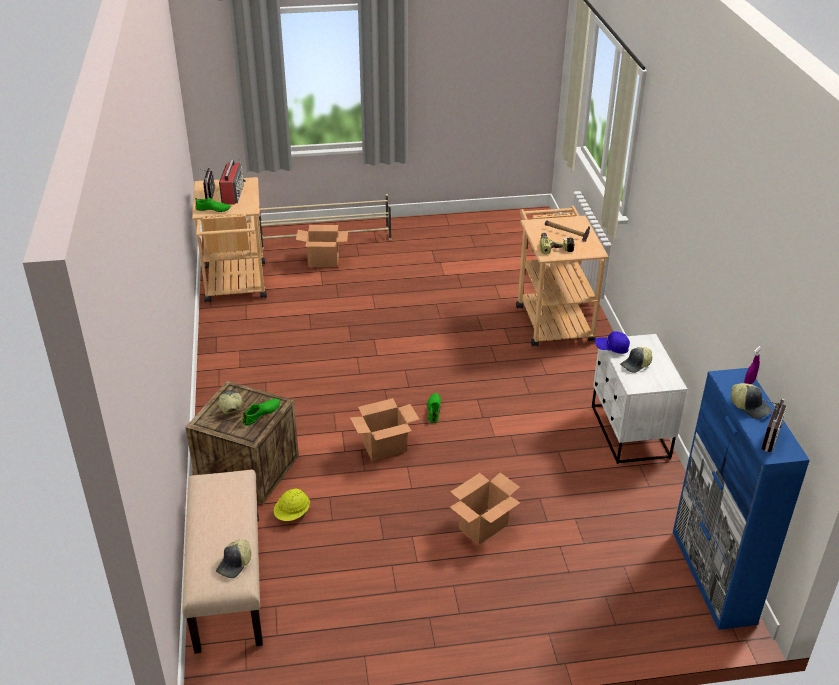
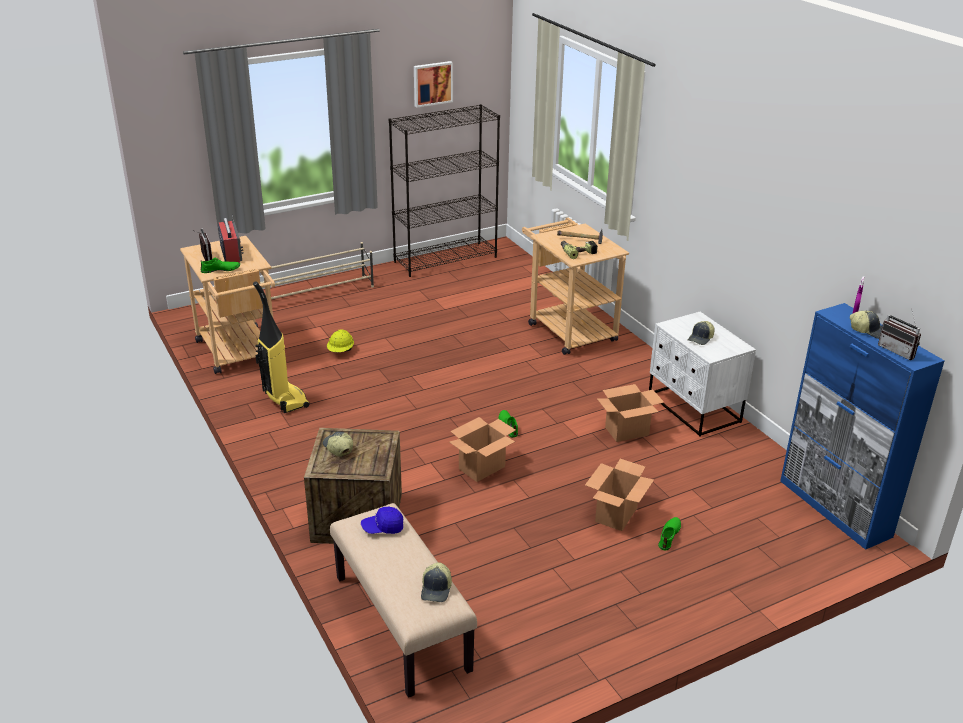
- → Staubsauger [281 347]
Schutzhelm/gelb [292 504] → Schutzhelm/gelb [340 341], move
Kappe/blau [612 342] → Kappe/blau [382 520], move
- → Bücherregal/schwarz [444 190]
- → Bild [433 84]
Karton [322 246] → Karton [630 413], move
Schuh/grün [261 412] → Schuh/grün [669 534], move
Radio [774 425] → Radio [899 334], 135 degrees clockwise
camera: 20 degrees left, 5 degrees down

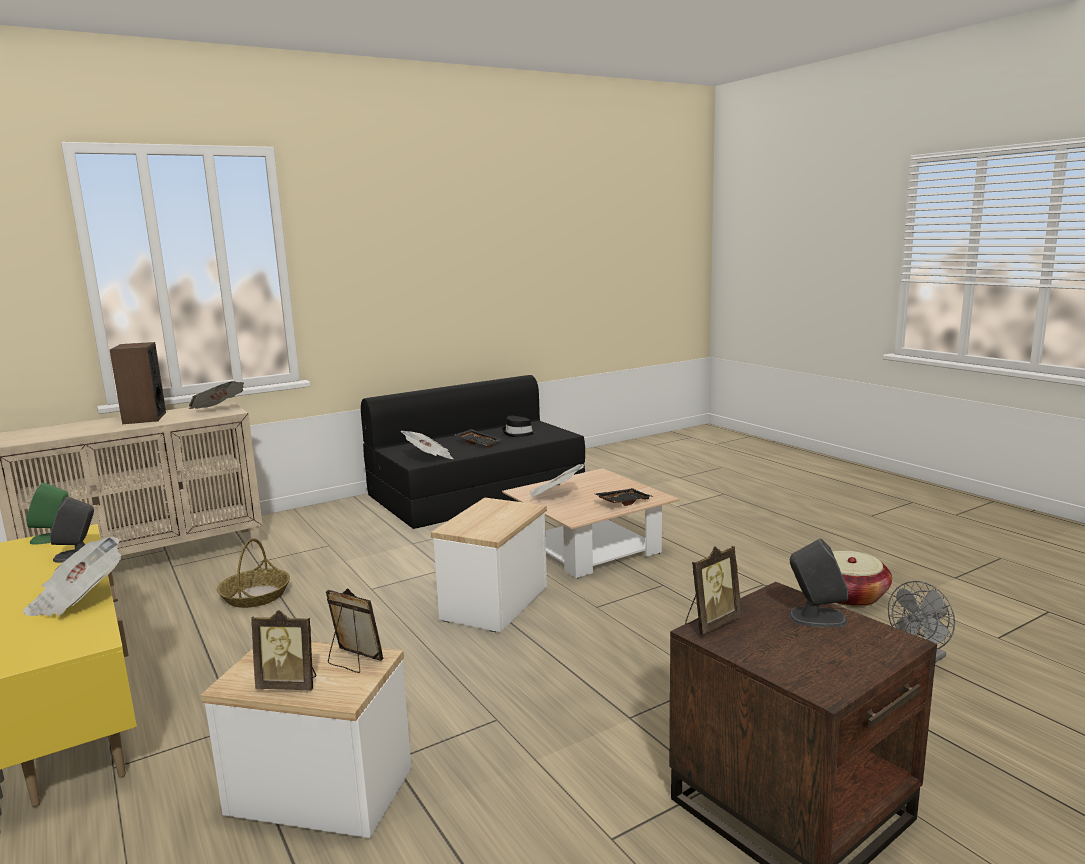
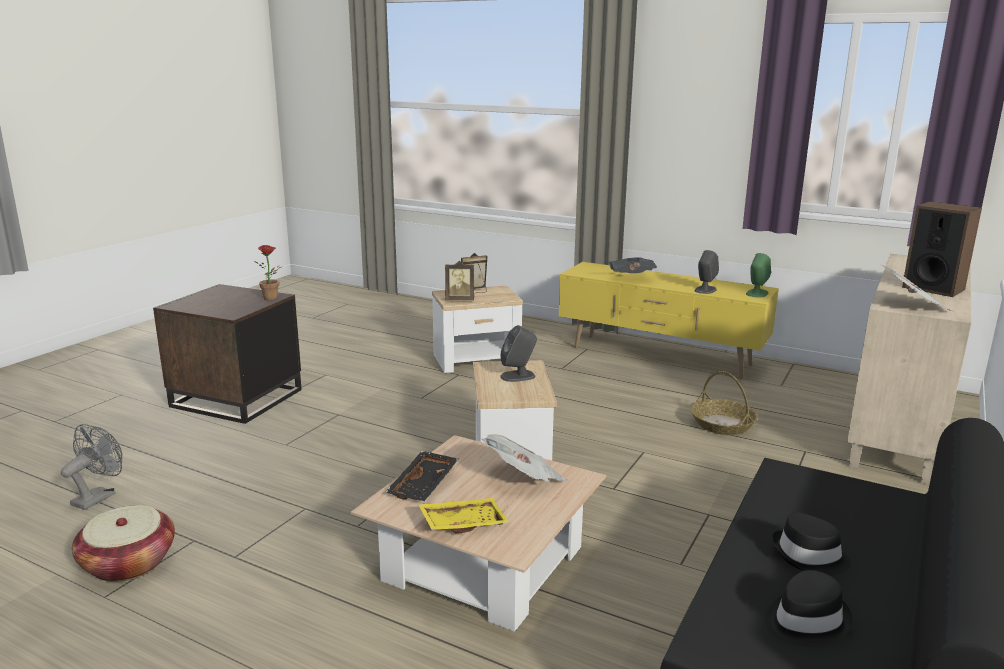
Bilderrahmen [713 590] → Topfpflanze [267 272]
- → Tablett/gelb [463 515]
Lautsprecher/grau [818 583] → Lautsprecher/grau [518 353], move
Tablett/schwarz [479 438] → Hut/schwarz [812 543]
Zeitung [427 445] → -
camera: 150 degrees right, 5 degrees up

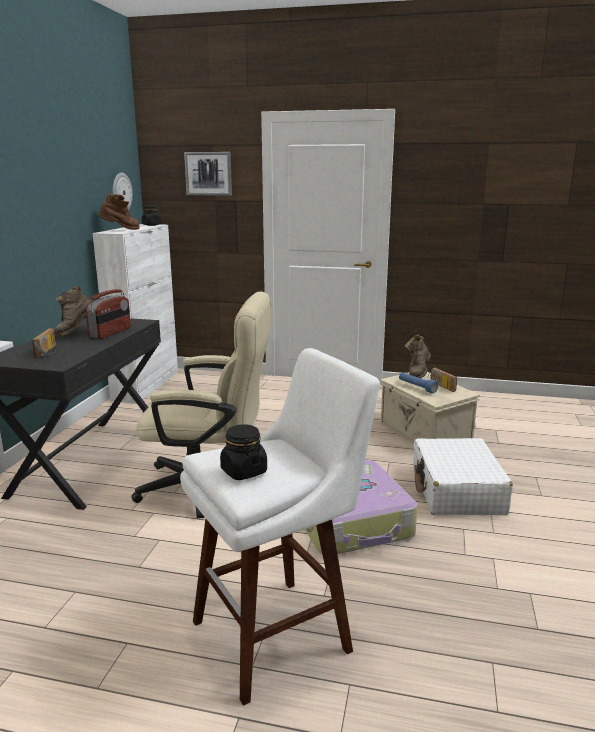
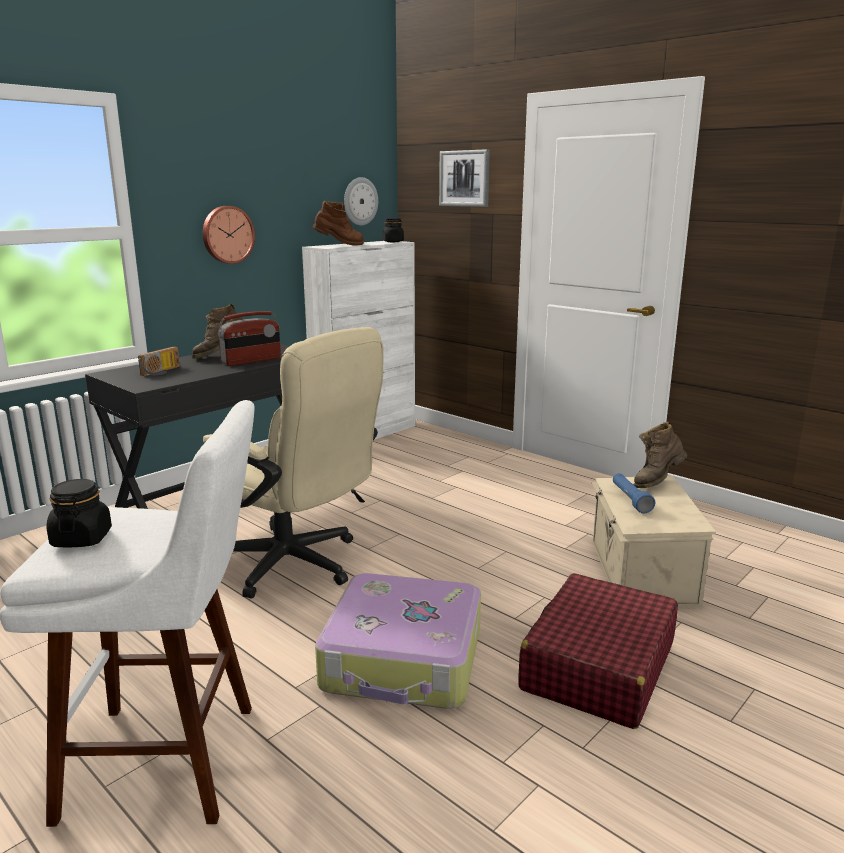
- → Wanduhr [229 235]
Koffer/weiß [463 476] → Koffer/rot [598 651]
Radio [442 380] → -
camera: 30 degrees right, 0 degrees up

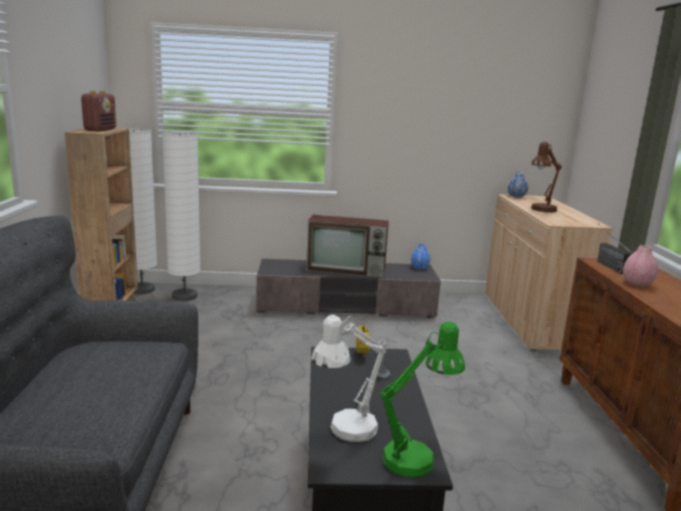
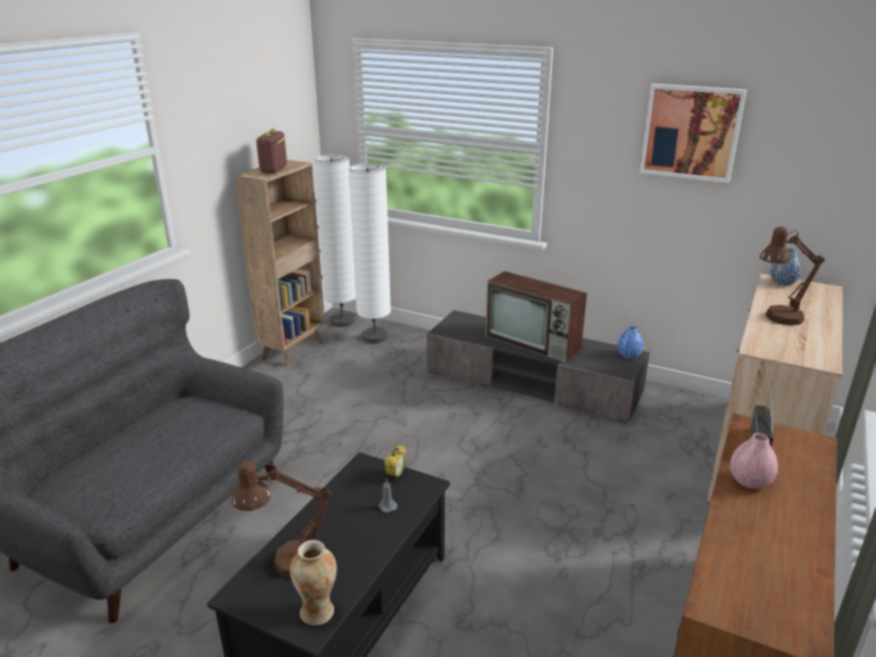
Tischlampe/weiß [349 378] → Tischlampe/braun [282 519]
Radio [98 111] → Radio [271 151], 150 degrees clockwise
Tischlampe/grün [422 400] → Vase [313 583]
- → Bild [693 133]
camera: 30 degrees right, 10 degrees up

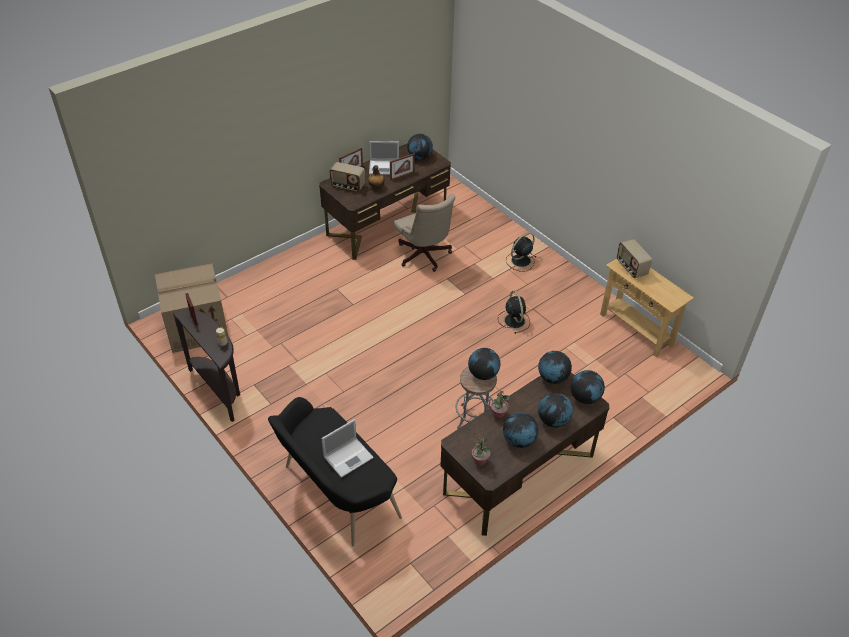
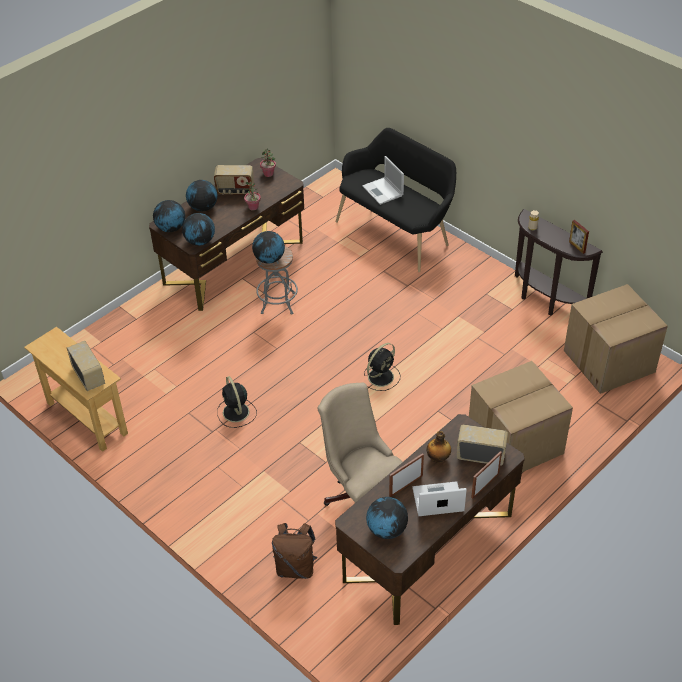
Globus [520 430] → Radio [234 180]
- → Rucksack/braun [295 551]
Laptop [347 448] → Laptop [383 180], 75 degrees counterclockwise
Ventilator/schwarz [521 252] → Ventilator/schwarz [382 367], move
- → Karton [521 416]
camera: 175 degrees right, 0 degrees up

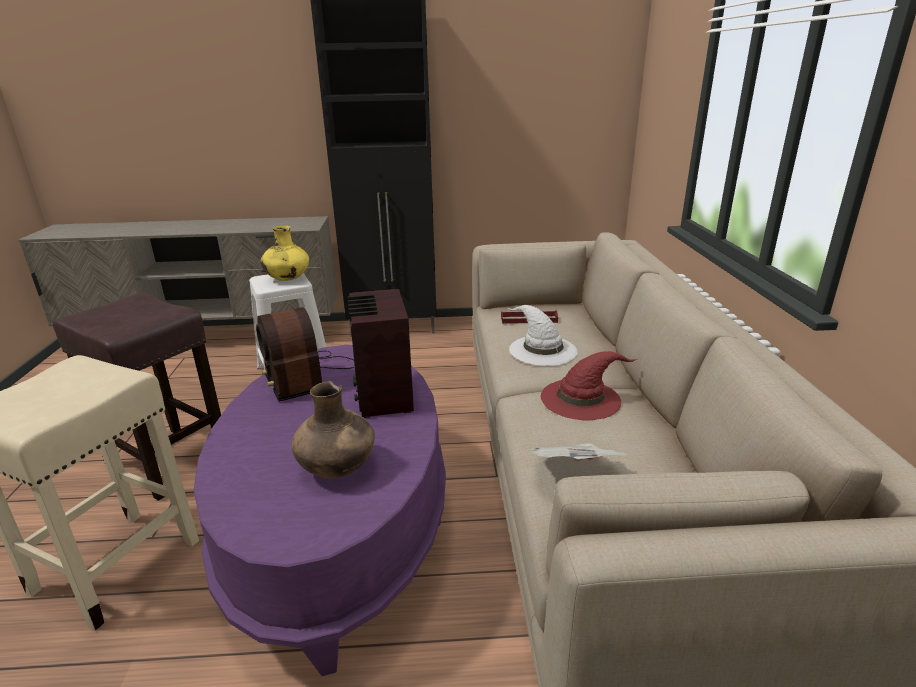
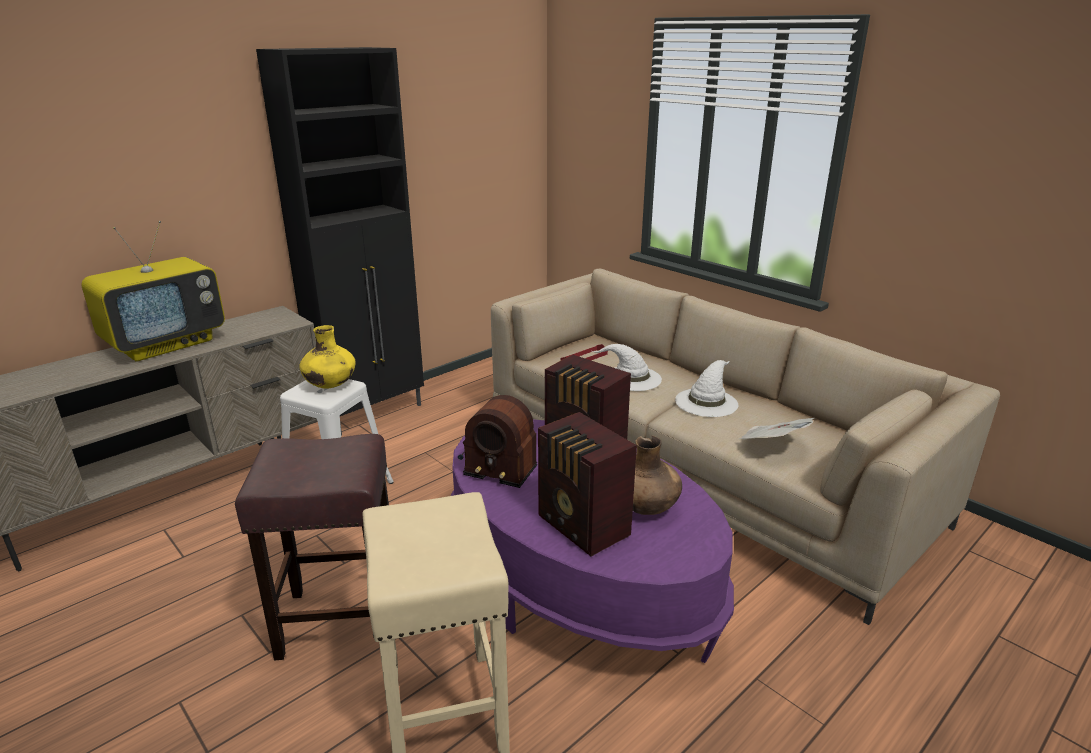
- → Fernseher [153 291]
- → Radio [587 484]
Hut/rot [589 385] → Hut/weiß [706 388]
camera: 40 degrees left, 0 degrees up

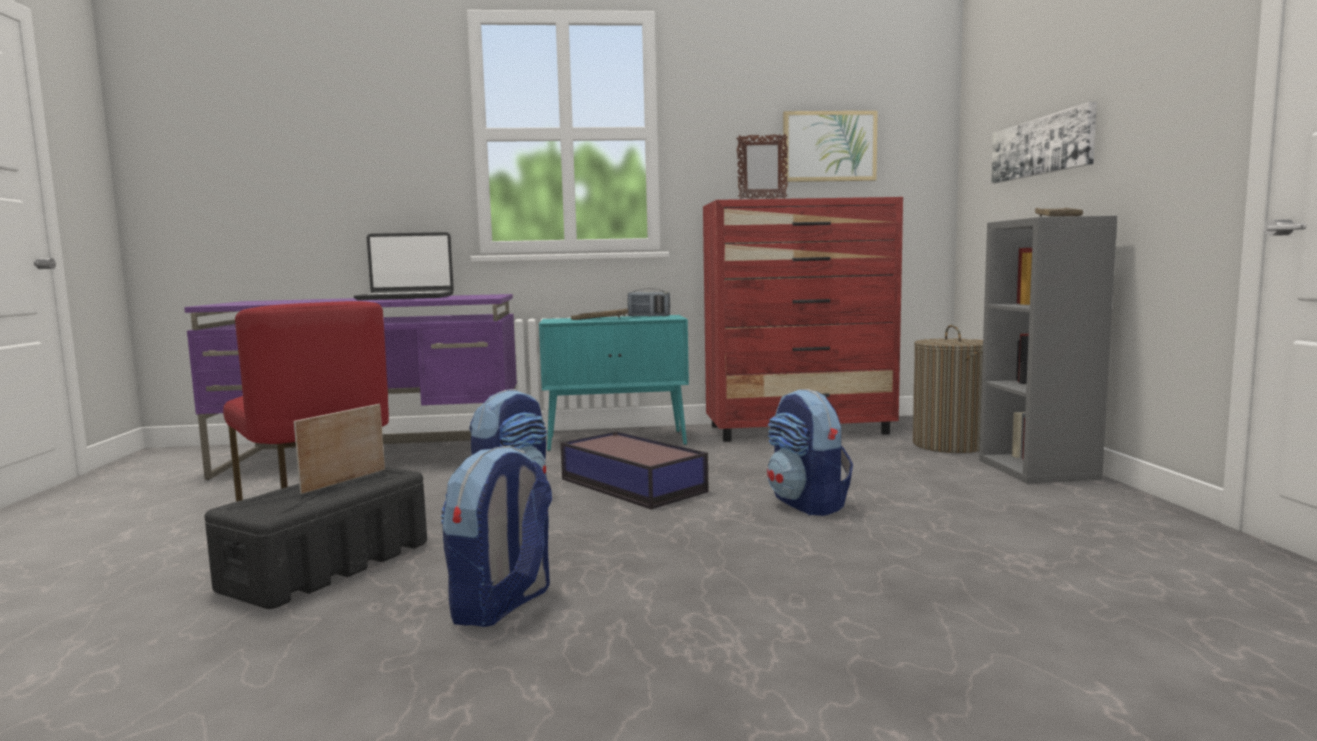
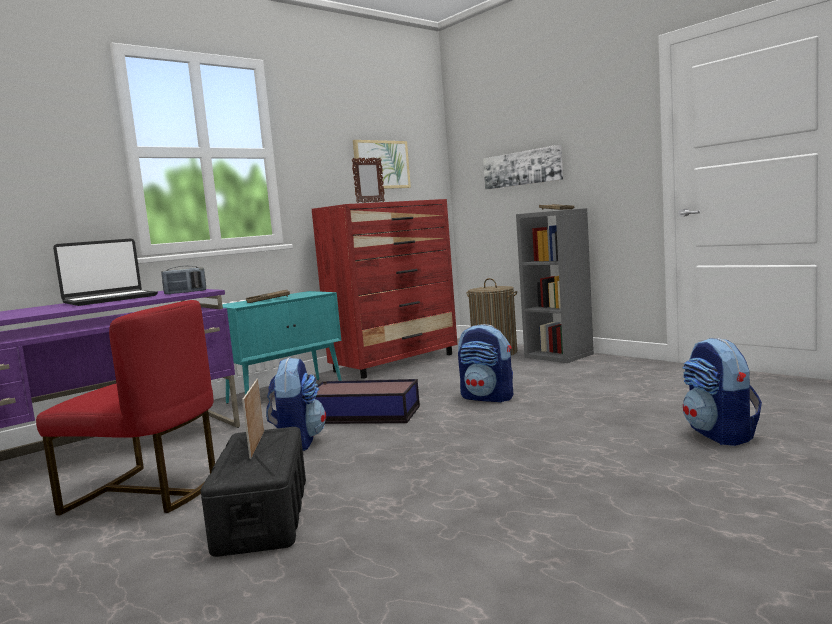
Radio [649 302] → Radio [183 280], move
Rucksack [496 536] → Rucksack [722 392], move
camera: 35 degrees left, 0 degrees up

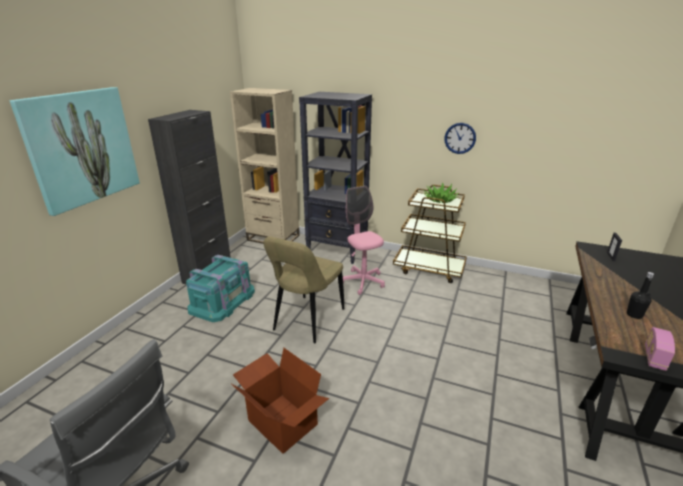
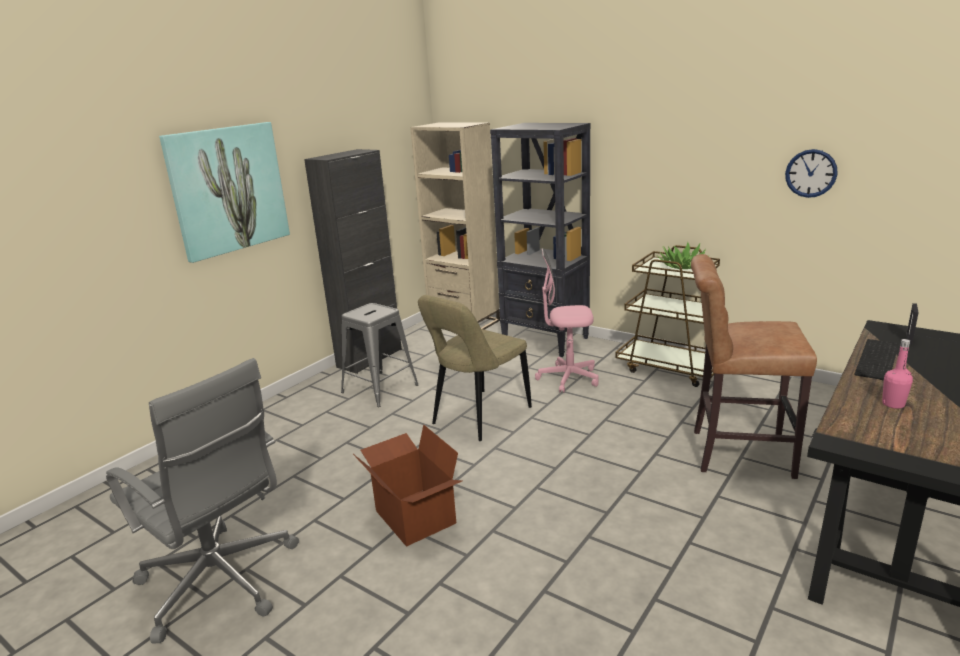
Aufbewahrungsbox/türkis [220 288] → Hocker/grau [380 355]
Bürostuhl/rosa [364 240] → Bürostuhl/rosa [567 320], 75 degrees counterclockwise
- → Hocker/braun [754 366]
Wanduhr [460 138] → Wanduhr [811 173], move
- → Tastatur [876 360]
Flasche/schwarz [640 295] → Flasche/rosa [897 374]
Radio [660 349] → -
camera: 15 degrees right, 5 degrees down

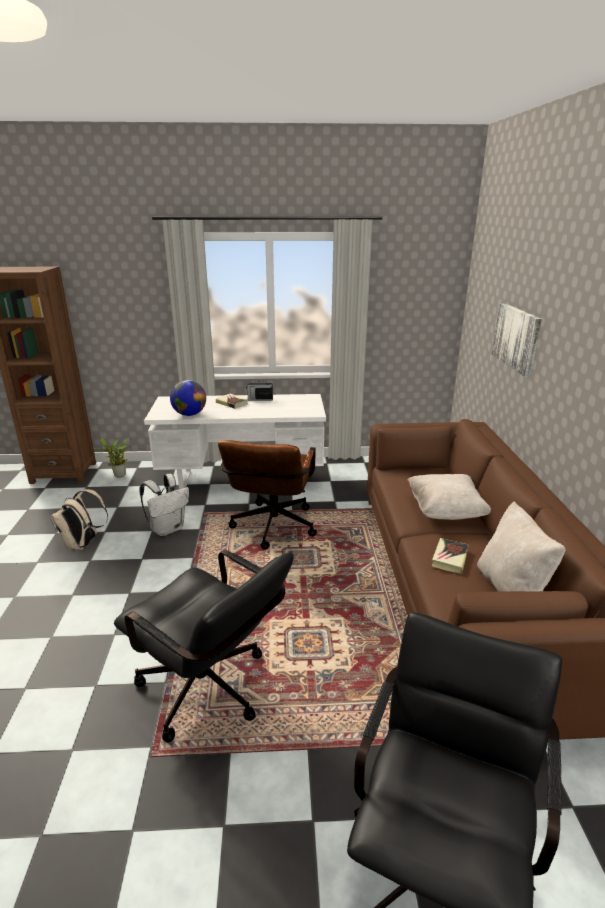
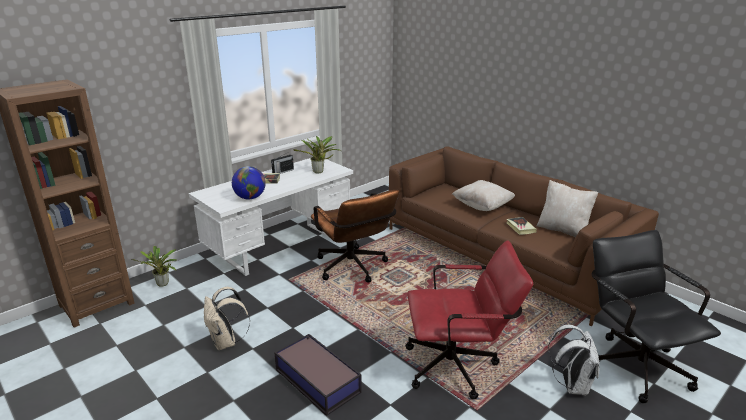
- → Aufbewahrungsbox [318 375]
- → Topfpflanze [317 155]
Bürostuhl/schwarz [203 646] → Bürostuhl/rot [469 319]
Rucksack/weiß [164 505] → Rucksack/weiß [574 360], move
Bild [517 340] → -
camera: 40 degrees left, 0 degrees up

